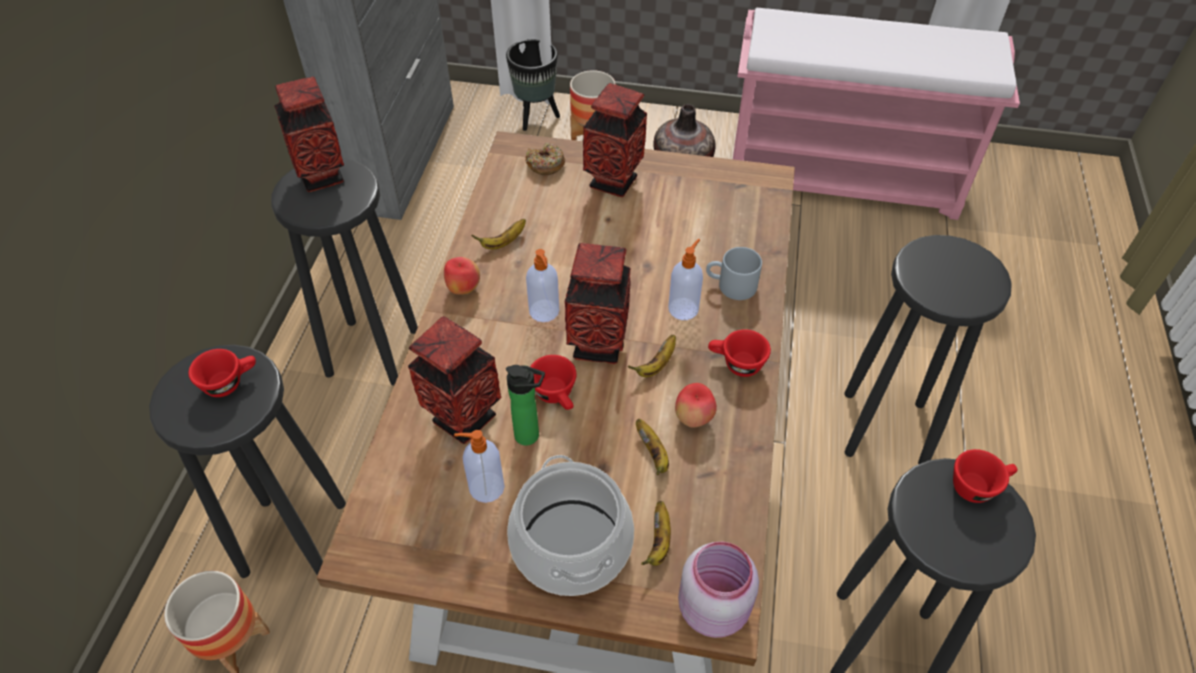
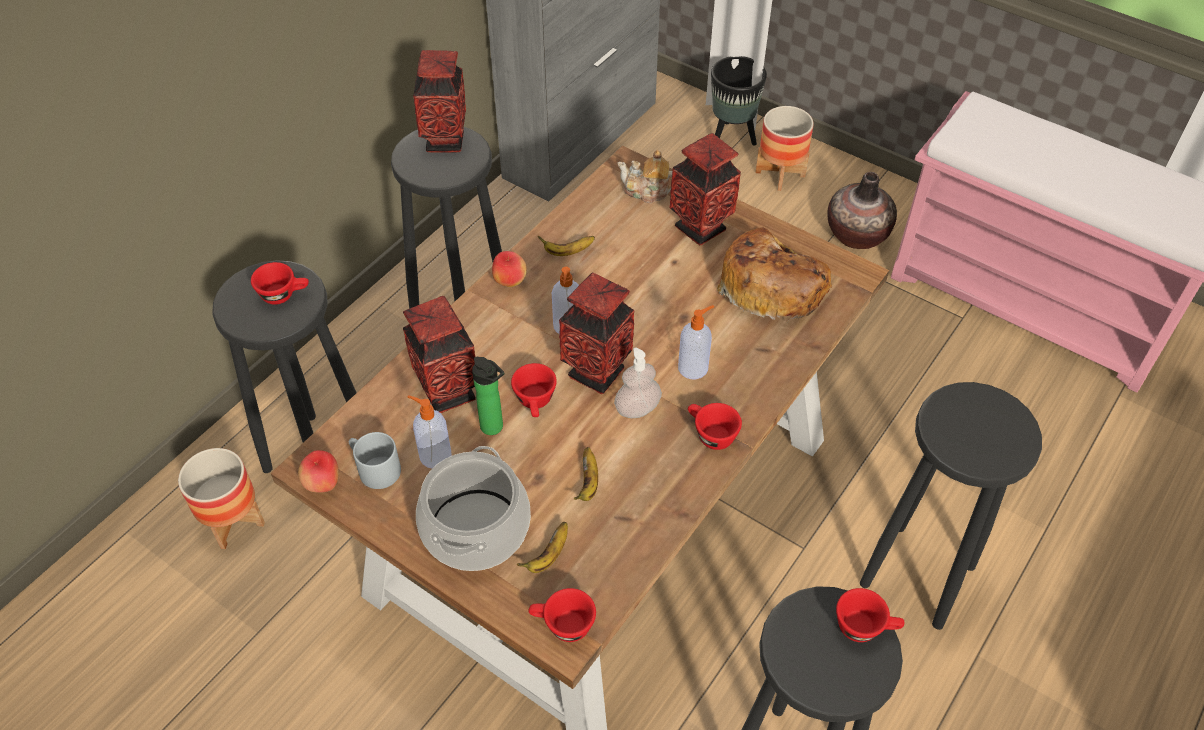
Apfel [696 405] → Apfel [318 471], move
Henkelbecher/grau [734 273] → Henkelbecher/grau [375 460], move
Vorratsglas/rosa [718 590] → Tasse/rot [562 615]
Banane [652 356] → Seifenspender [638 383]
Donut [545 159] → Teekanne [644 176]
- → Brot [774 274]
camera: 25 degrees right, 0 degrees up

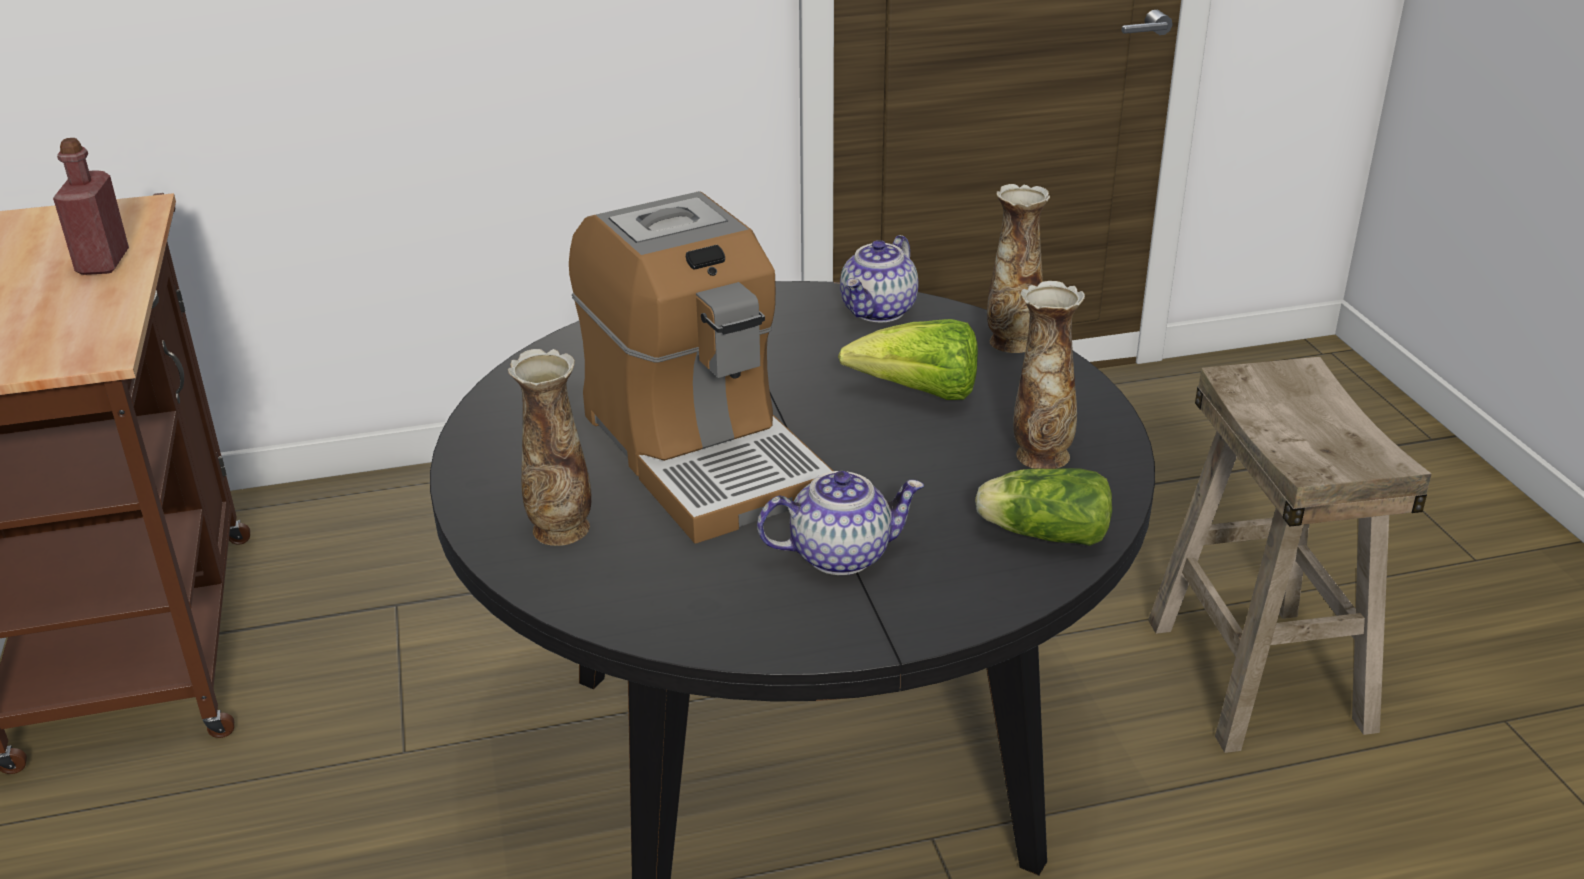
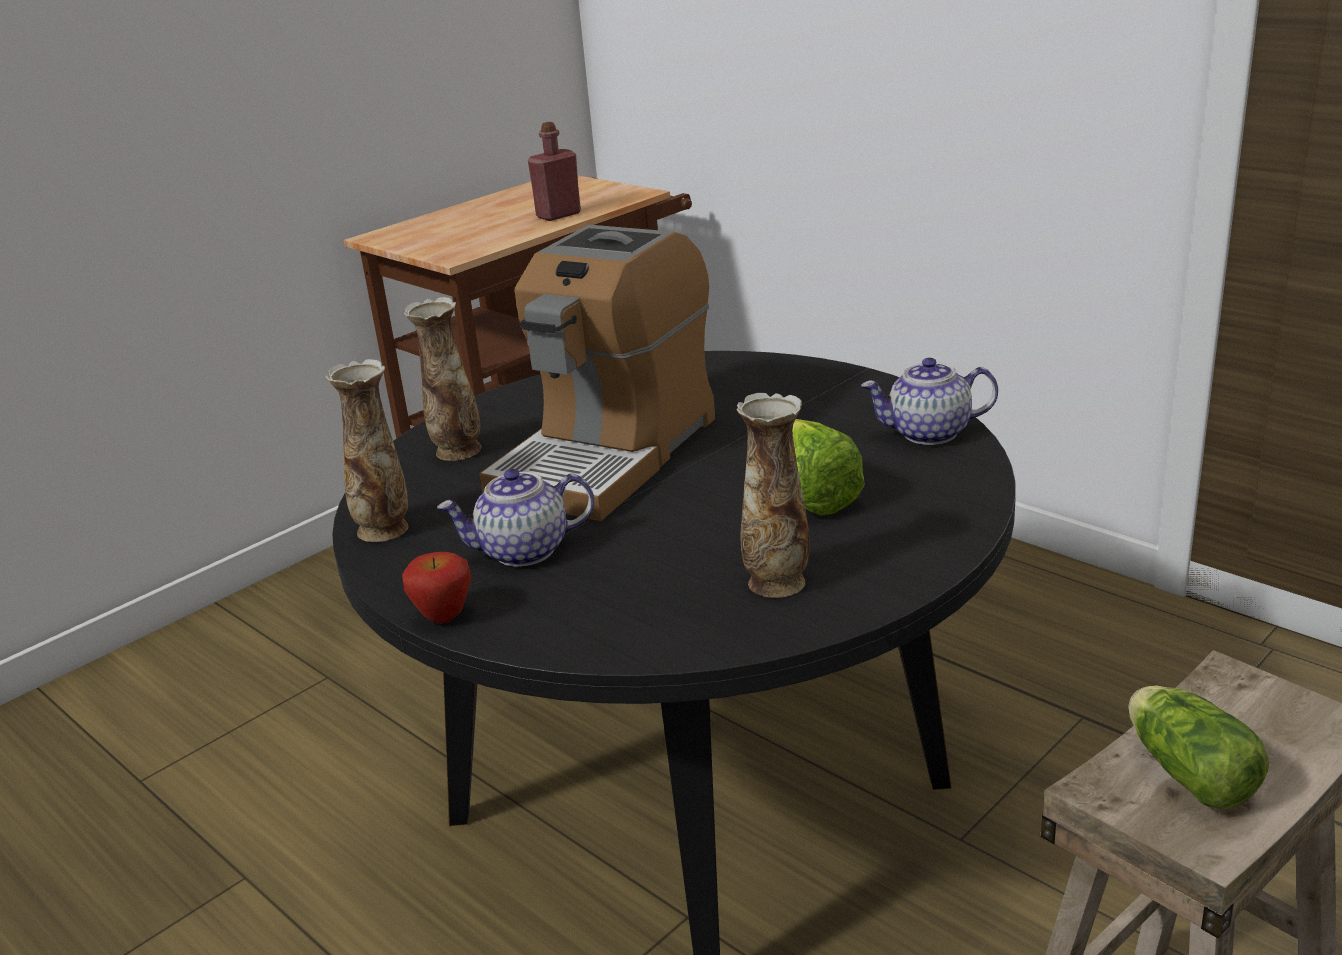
Vase [1018 268] → Vase [366 450], move
- → Apfel [436 587]
Teekanne [840 523] → Teekanne [515 518], 120 degrees clockwise
Salatkopf [1043 507] → Salatkopf [1199 747], move
camera: 60 degrees right, 5 degrees down

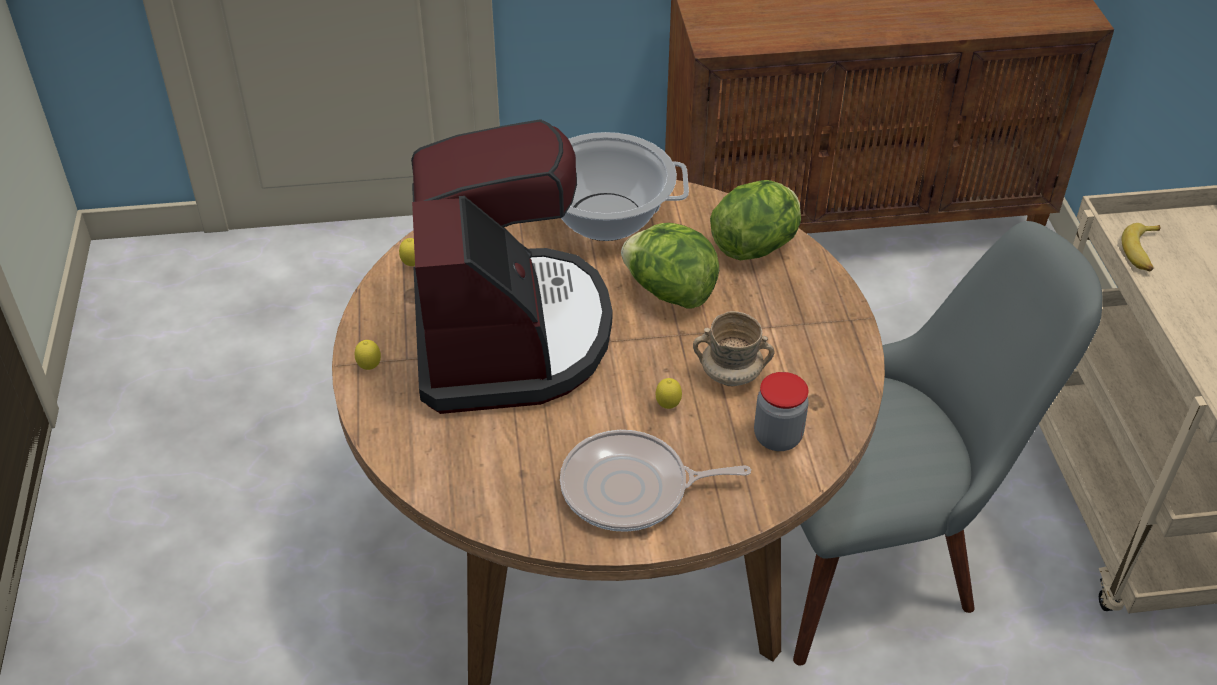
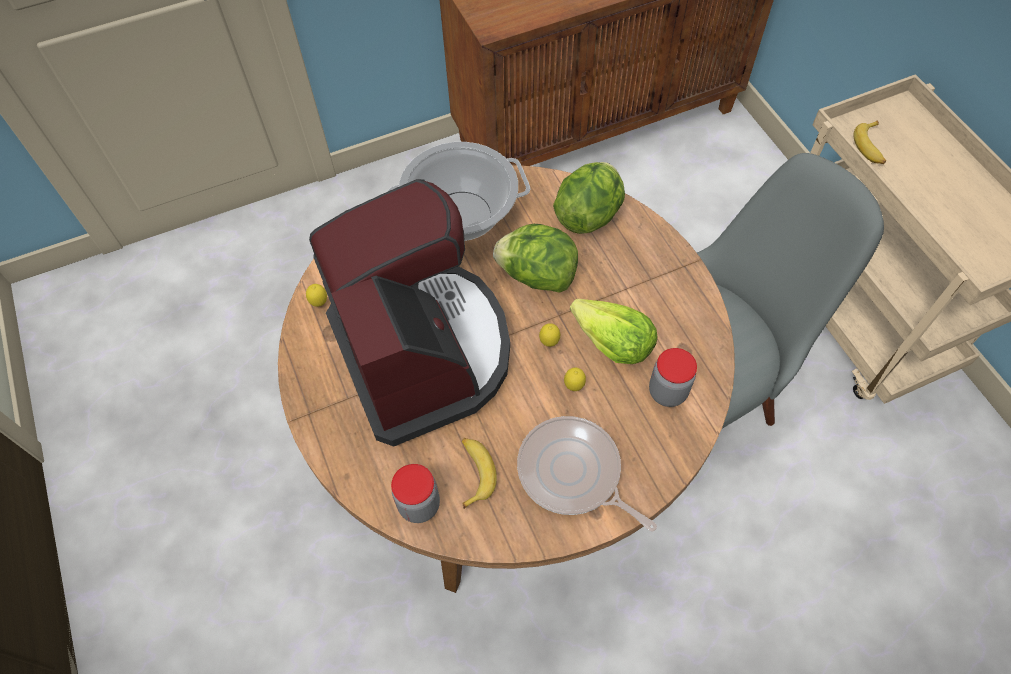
- → Vorratsglas [415 493]
- → Banane [479 473]
Pfanne [655 481] → Pfanne [587 474], 60 degrees clockwise
Zitrone [368 355] → Zitrone [549 335], move
Henkelbecher/beige [734 348] → Salatkopf [613 331]
camera: 15 degrees left, 15 degrees up

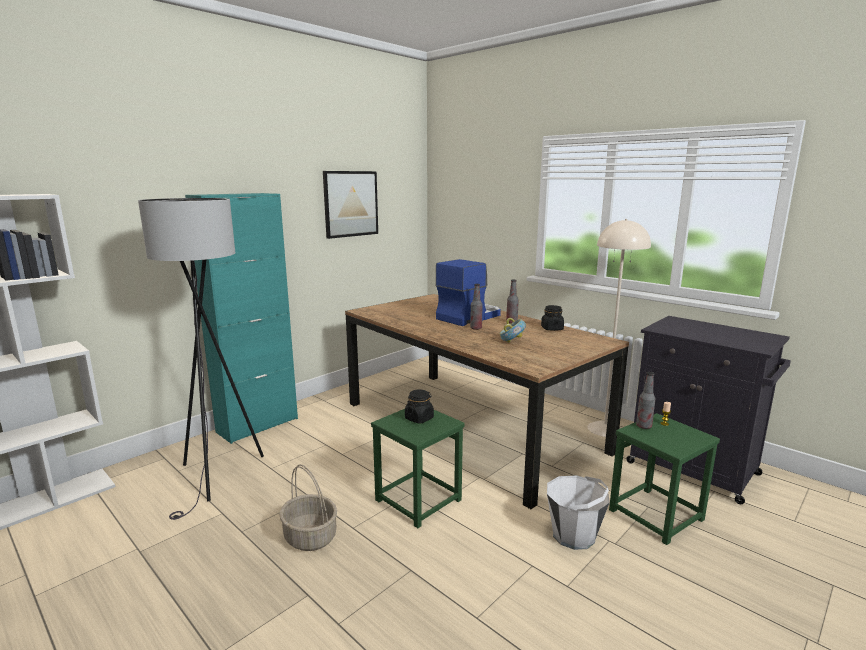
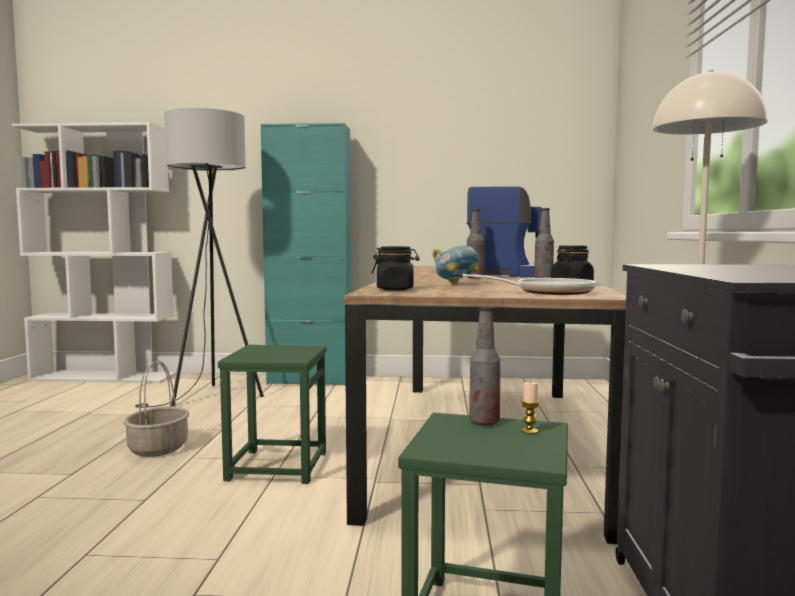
Vorratsglas/schwarz [419 406] → Vorratsglas/schwarz [396 268], move
- → Pfanne [529 284]
Bild [350 205] → -
Eimer/weiß [578 512] → -
camera: 50 degrees right, 10 degrees down

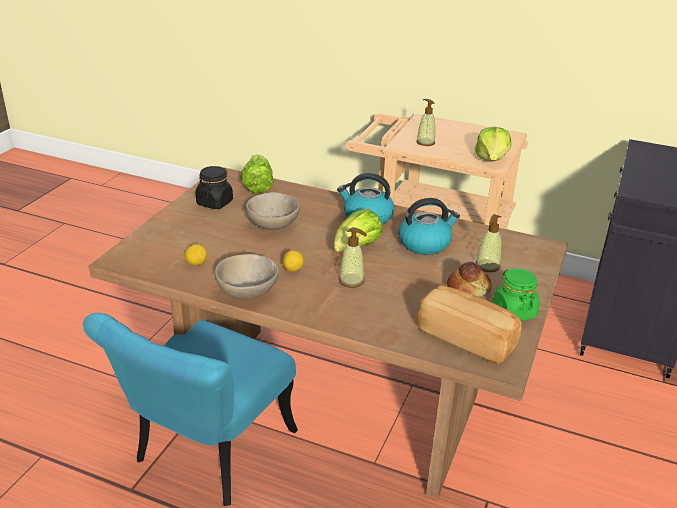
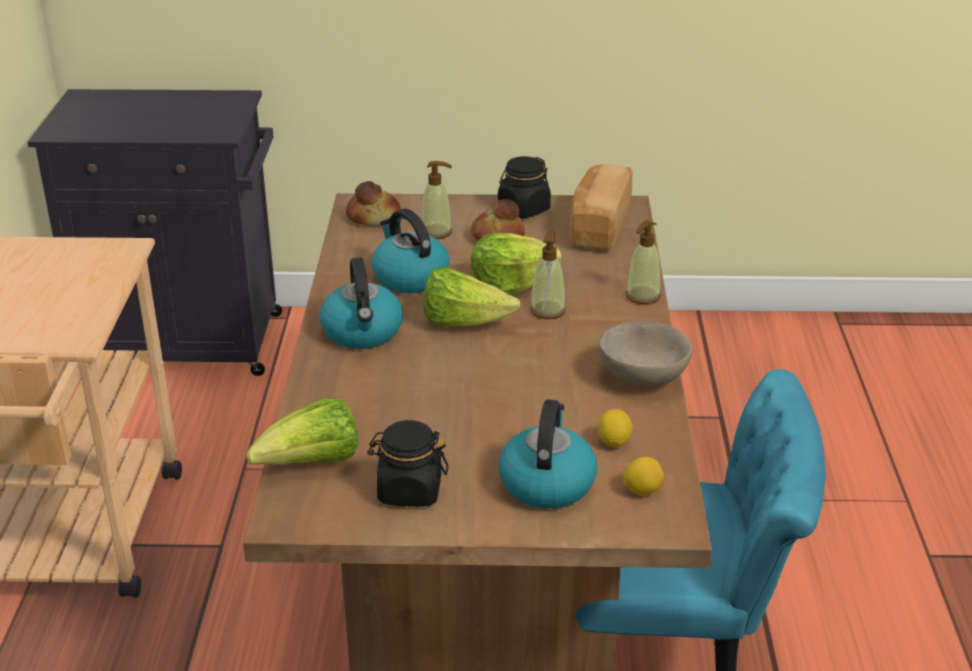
- → Brot [373 203]
Salatkopf [493 144] → Salatkopf [516 264], move
Vorratsglas/grün [516 294] → Vorratsglas/schwarz [524 187]
- → Wasserkessel [548 454]
Zitrone [293 261] → Zitrone [643 476], move
Seifenspender [425 122] → Seifenspender [643 262], move
Schüssel/beige [273 211] → -
camera: 110 degrees left, 0 degrees up

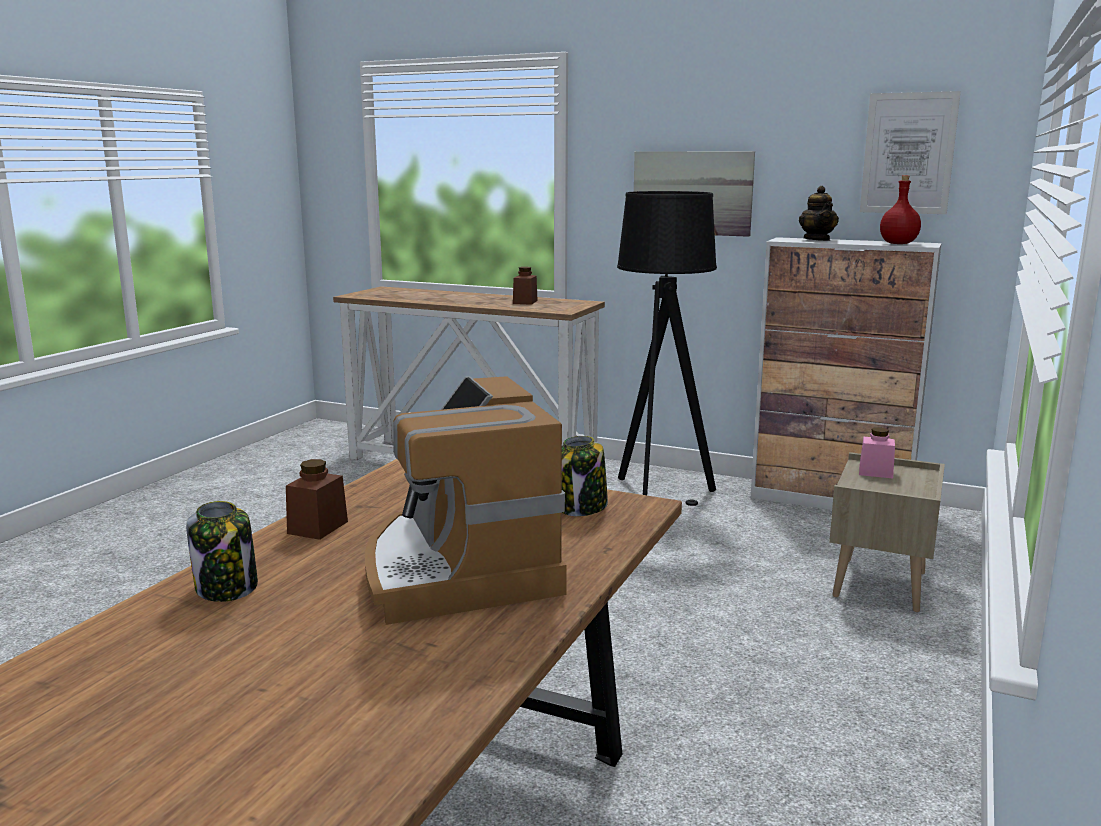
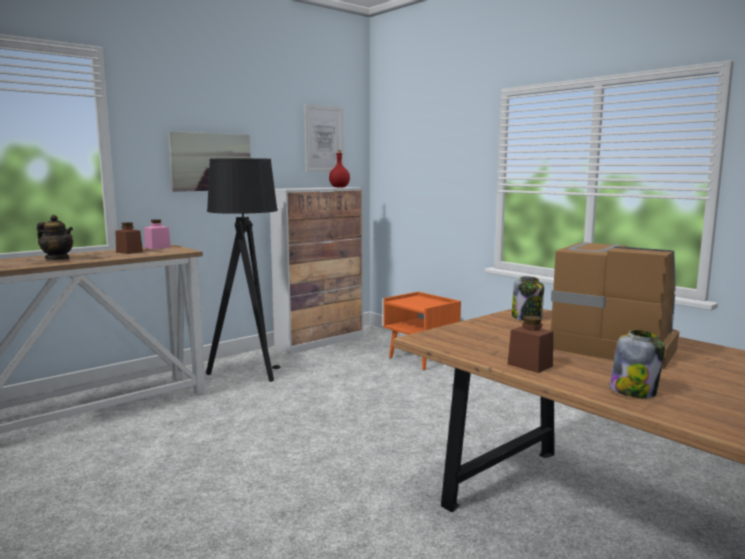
Teekanne [819 213] → Teekanne [55 237], move
Vorratsglas/rosa [877 453] → Vorratsglas/rosa [157 234], move
Nachttisch/beige [887 532] → Nachttisch/orange [422 331]
Kaffeemaschine [466 500] → Kaffeemaschine [613 305], 150 degrees counterclockwise
camera: 65 degrees left, 5 degrees down

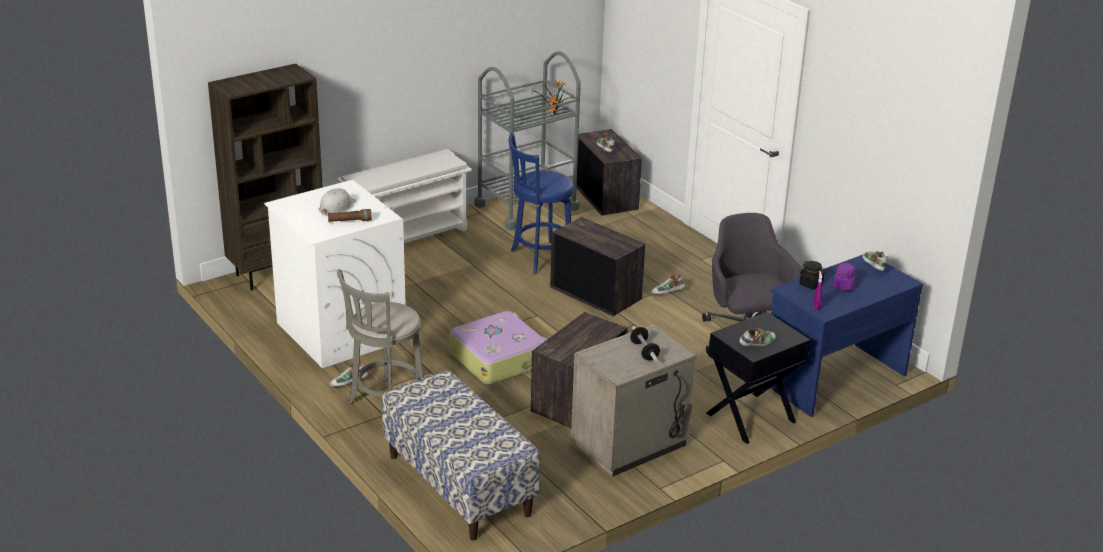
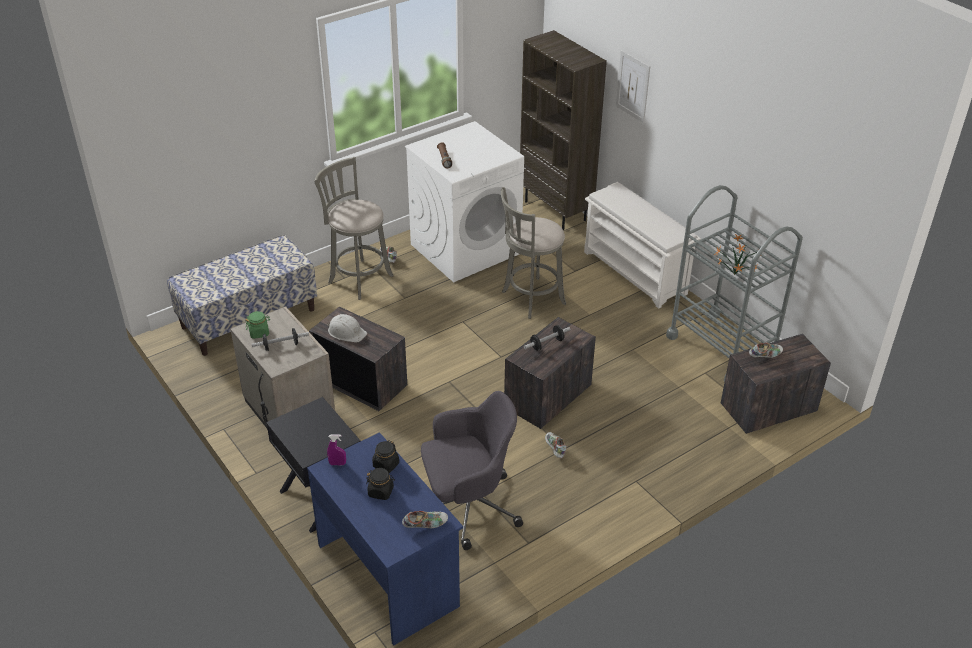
- → Vorratsglas/grün [257 325]
Schutzhelm/weiß [337 201] → Schutzhelm/weiß [347 328], move
Vorratsglas/lila [844 277] → Vorratsglas/schwarz [380 484]
- → Hocker/grau [533 253]
- → Hantel [547 338]
- → Bild [633 86]
Koffer [498 348] → -
Hocker/blau [541 204] → -
Schuh [757 337] → -
camera: 90 degrees right, 10 degrees up

